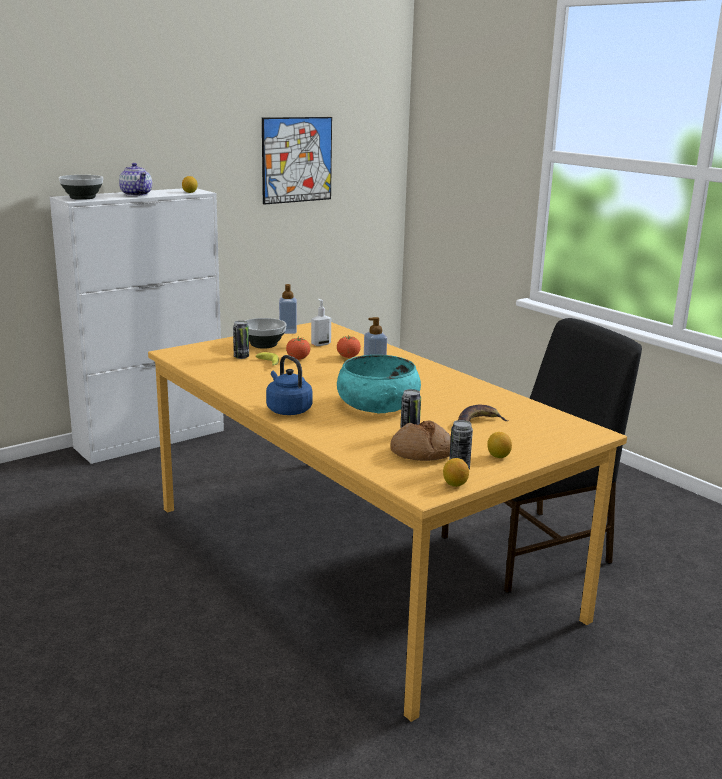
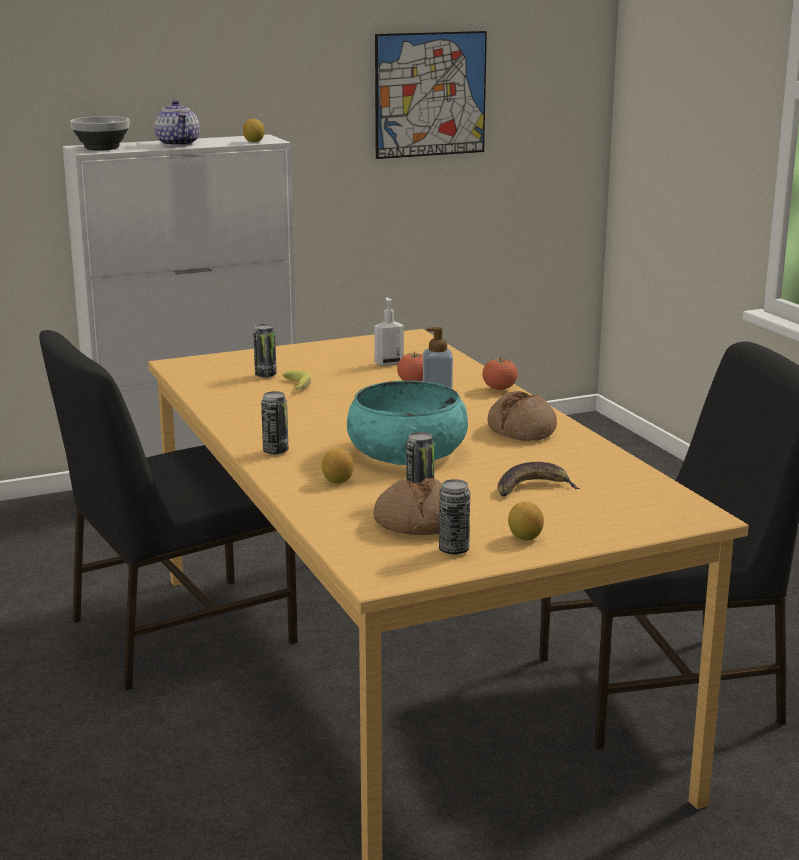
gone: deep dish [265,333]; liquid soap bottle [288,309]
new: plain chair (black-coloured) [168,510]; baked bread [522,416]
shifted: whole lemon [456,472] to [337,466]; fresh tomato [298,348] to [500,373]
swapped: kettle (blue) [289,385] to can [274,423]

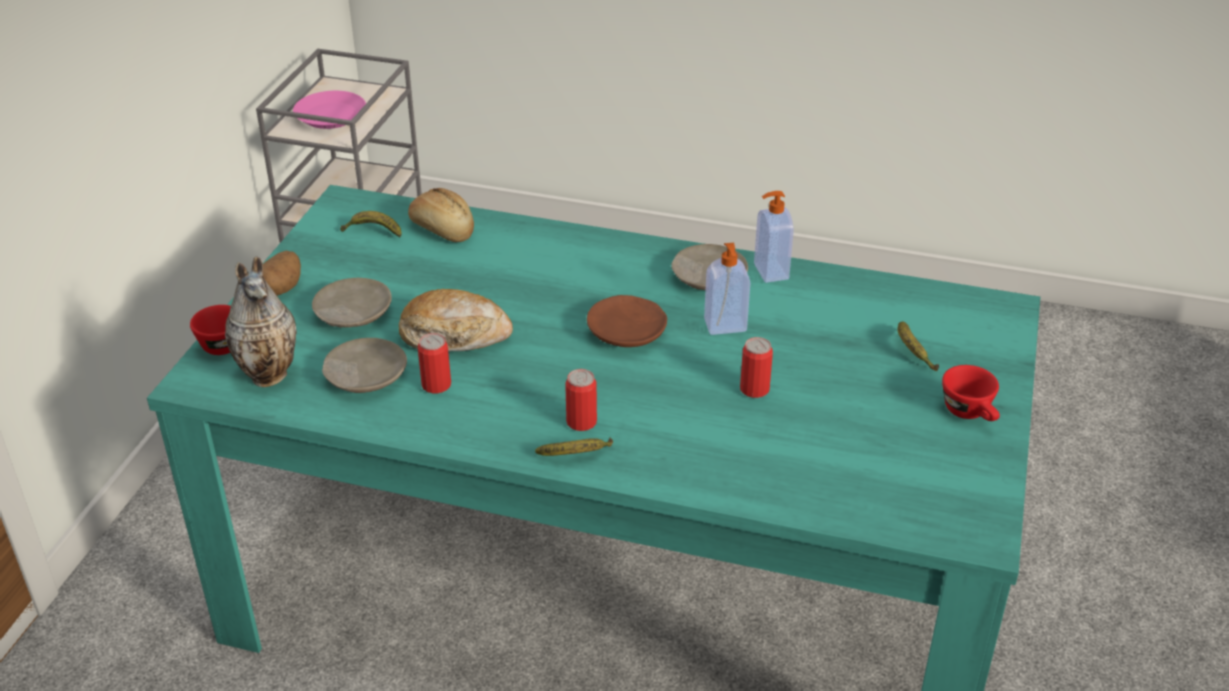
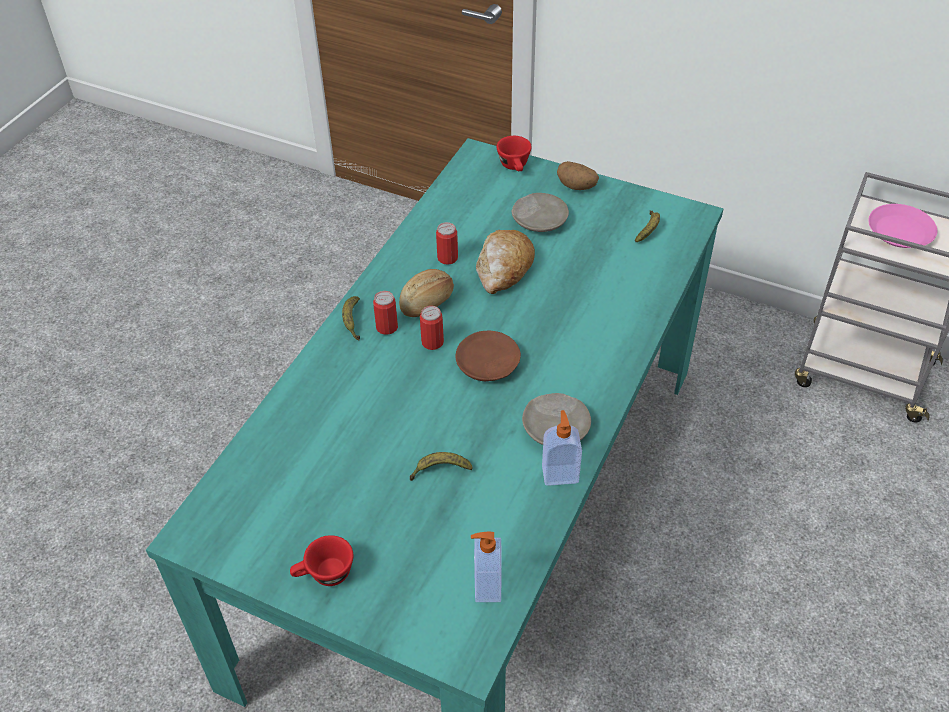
gone: vase [261,322]; plate (beige-coloured) [364,365]
shifted: baked bread [441,215] to [426,293]; whole banana [918,346] to [441,466]; can [756,367] to [432,328]; liquid soap bottle [727,289] to [486,567]

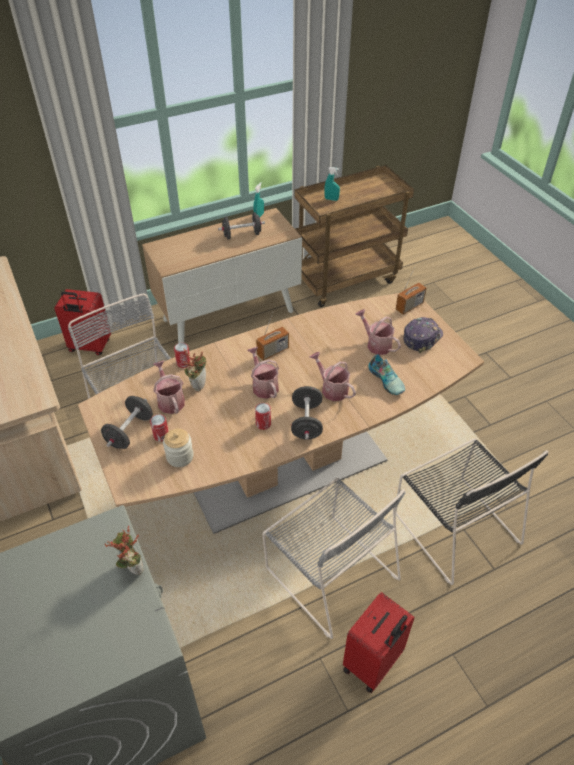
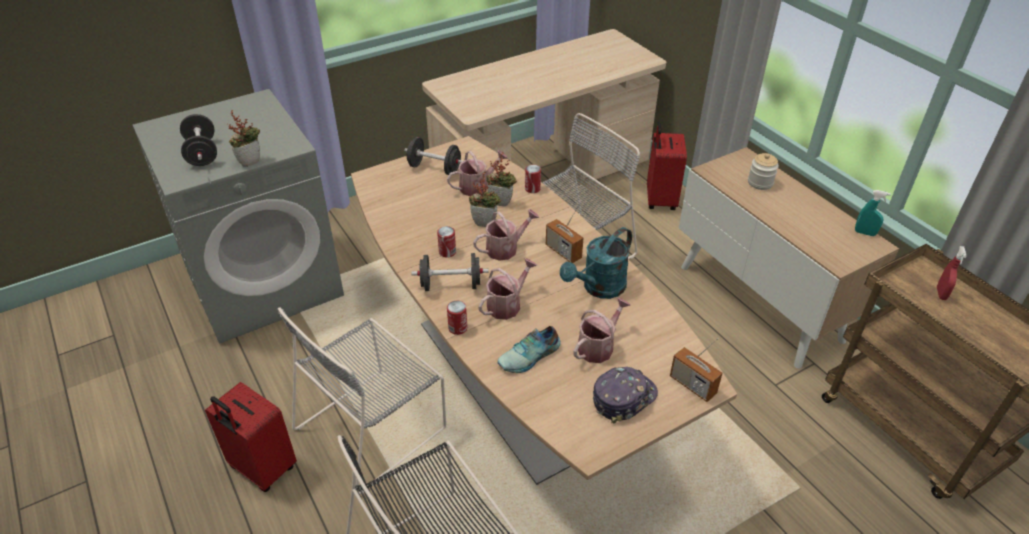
new: potted plant [485,199]; watering can (blue-green) [596,263]
shifted: dumbbell (black-coloured) [241,225] to [198,140]; can [159,428] to [457,318]; storage jar [178,448] to [763,171]
repainted: spray bottle (blue-green) [332,184] to spray bottle (red) [952,273]
rotated: cap [423,335] = [625,395] 75 degrees counterclockwise

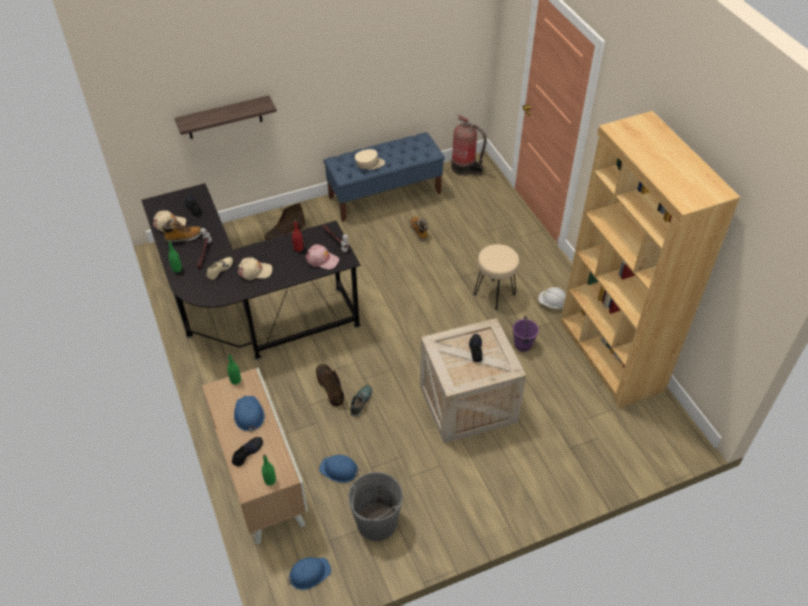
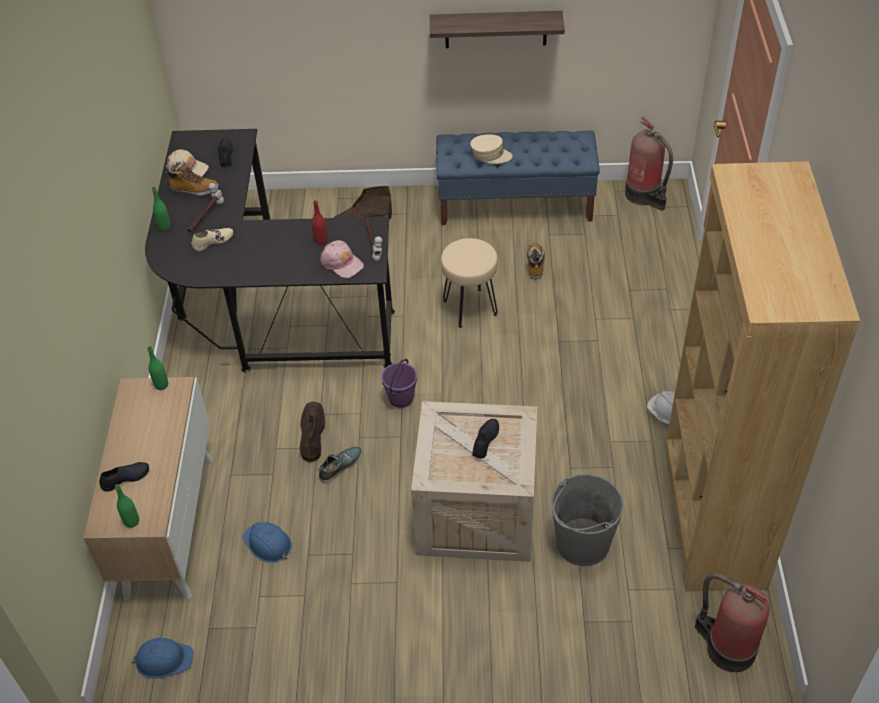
gone: hard hat (blue) [249,414]; cap (beige-coloured) [255,268]
new: fire-fighting cylinder [732,622]
shifted: pail (purplish) [526,334] to [399,383]; bracket shelf [225,117] to [497,29]; sitting stool (beige-coloured) [496,277] to [469,283]; pail (grey) [375,506] to [587,520]

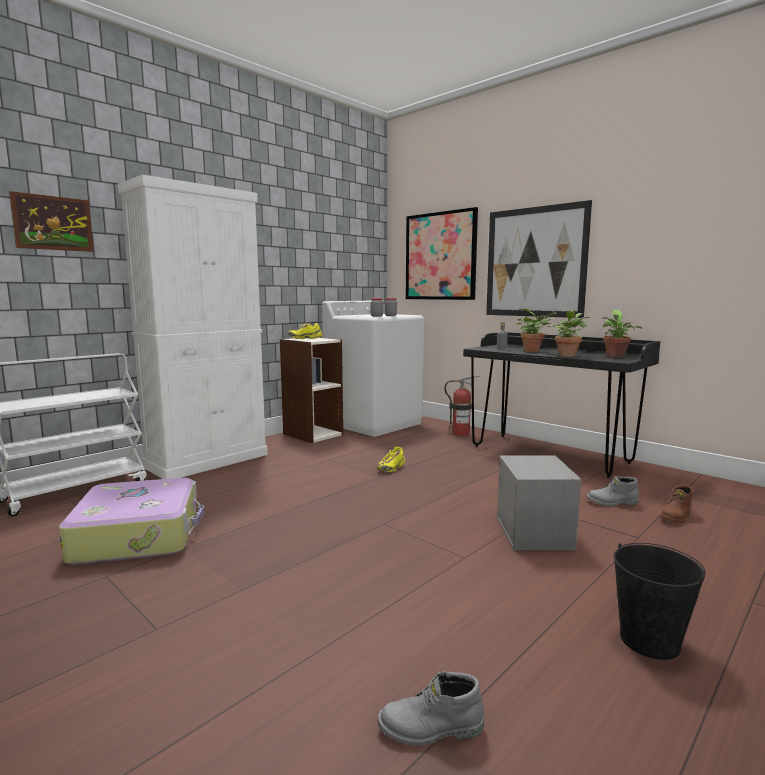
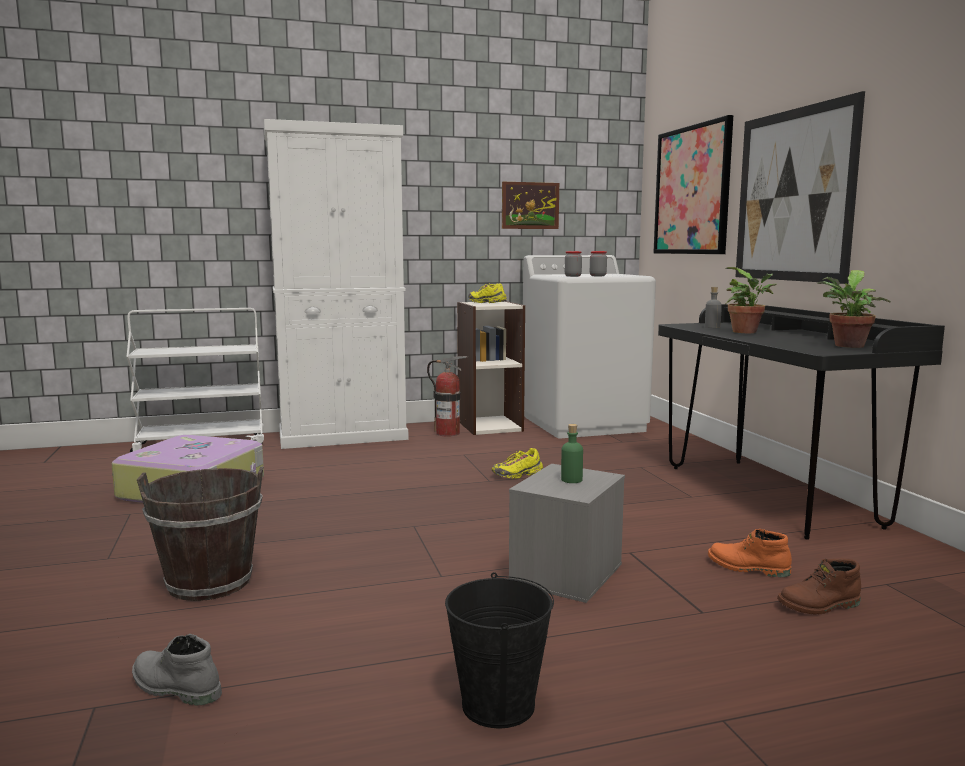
gone: potted plant [569,333]
new: pail (brown) [200,534]; drink bottle (green-coloured) [572,453]
shifted: fire-fighting cylinder [462,405] to [448,396]; picture [51,221] to [530,205]
repainted: tall boot (grey) [613,491] to tall boot (orange-coloured) [750,553]

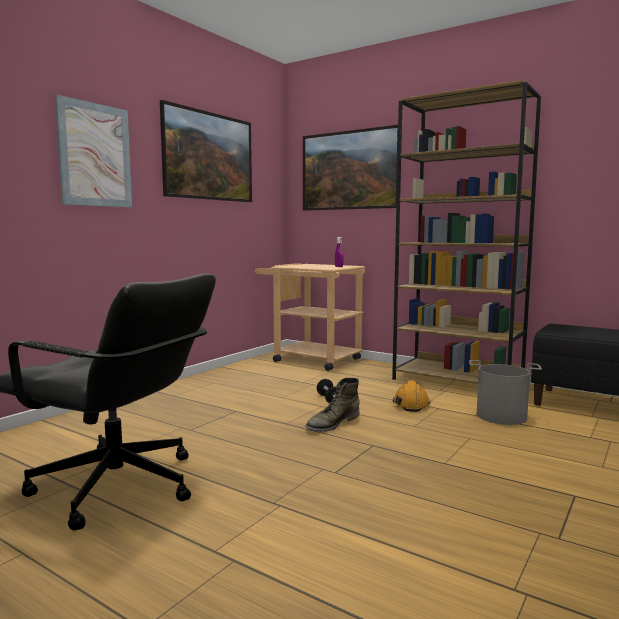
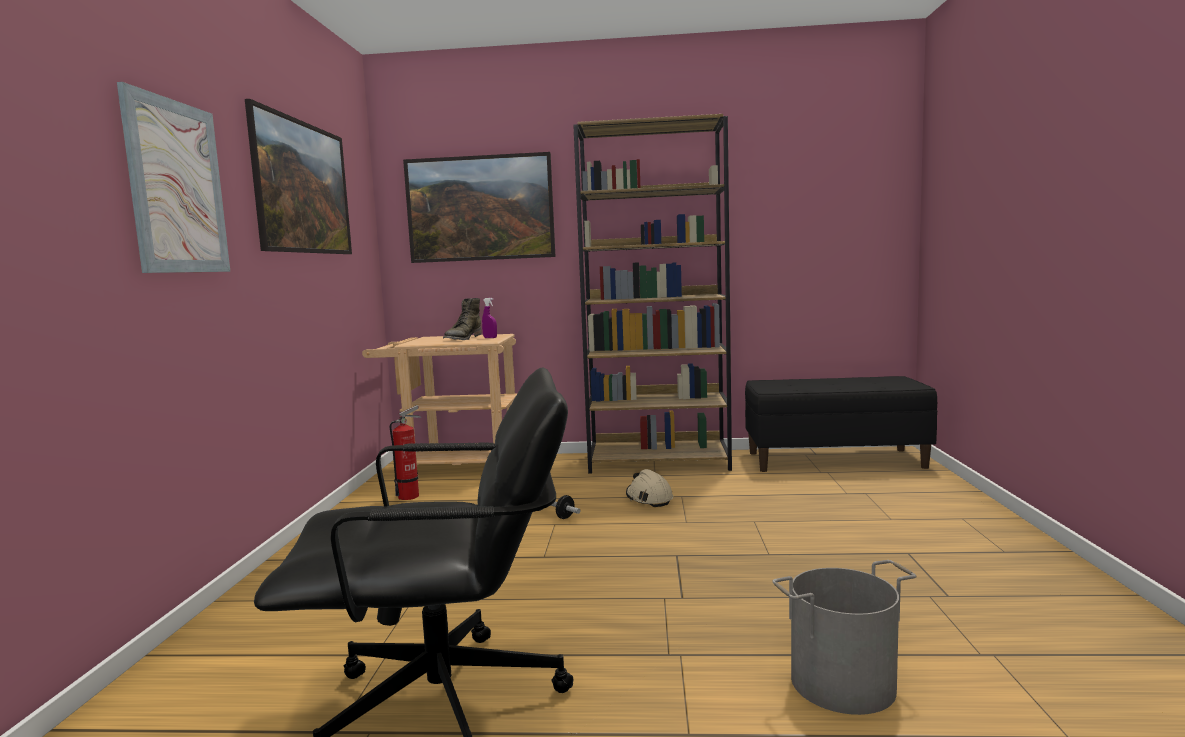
new: fire-fighting cylinder [405,452]
shifted: tall boot (green-coloured) [332,405] to [462,319]; pail (grey) [505,392] to [844,637]
repainted: hard hat (orange-coloured) [412,396] to hard hat (beige-coloured) [649,488]

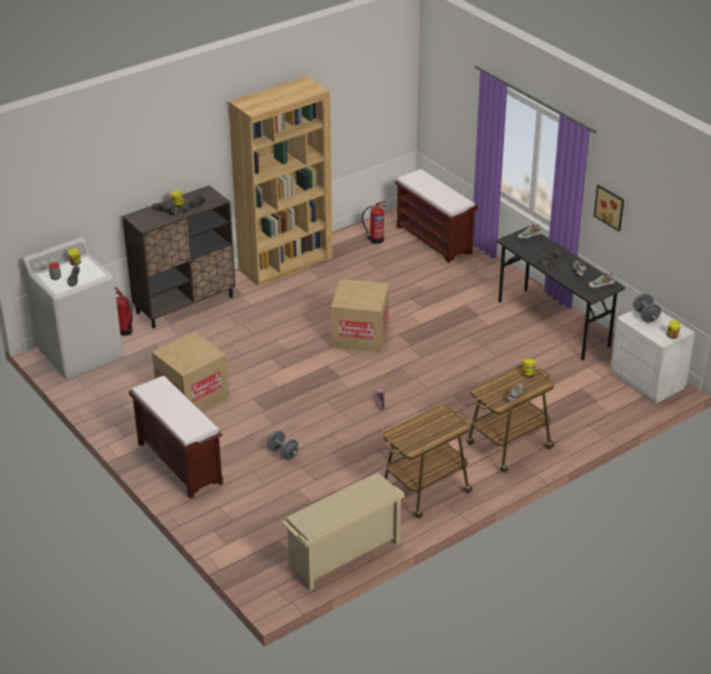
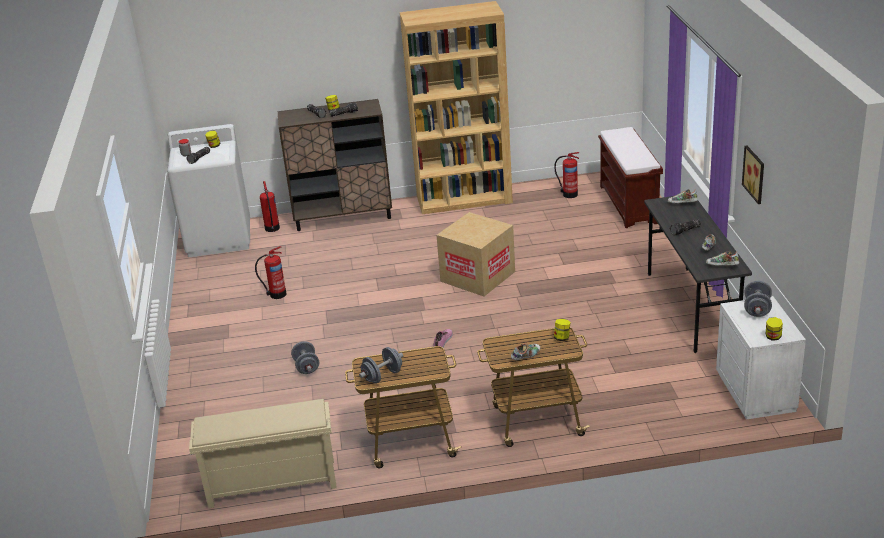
gone: indoor bench (brown) [176,437]
new: dumbbell (grey) [381,365]
swapped: cardboard box [190,371] to fire-fighting cylinder [270,272]

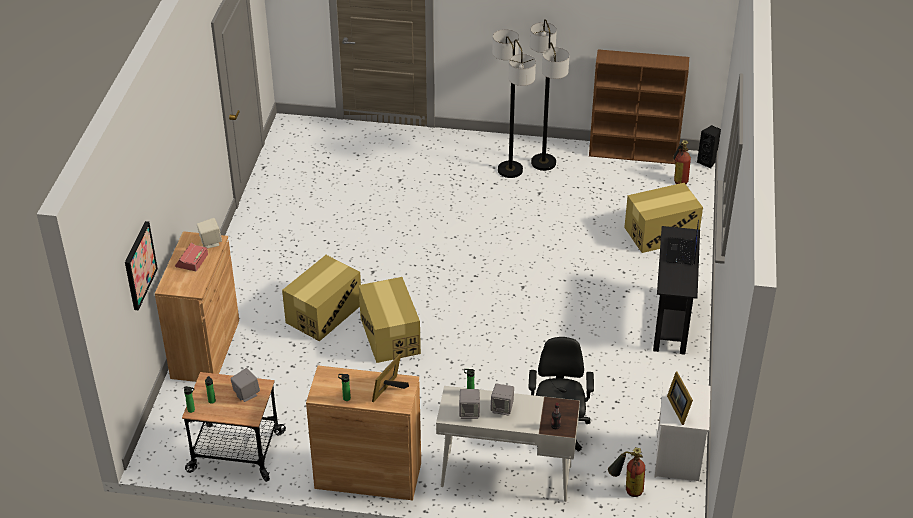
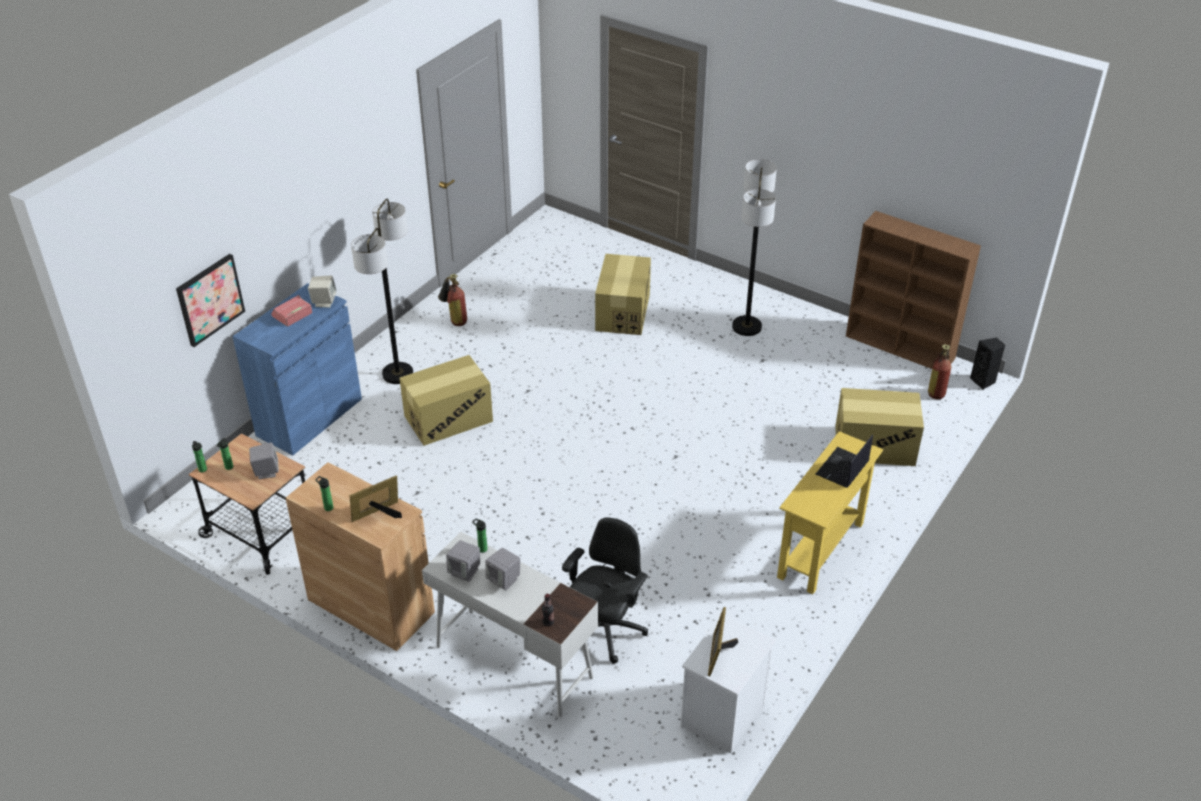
shifted: standard lamp [549,95] to [382,291]; fire-fighting cylinder [626,472] to [452,300]; cardboard box [390,320] to [623,294]
repainted: cabinet (brown) [197,306] to cabinet (blue) [297,369]; narrow table (black-coloured) [676,290] to narrow table (yellow) [830,512]

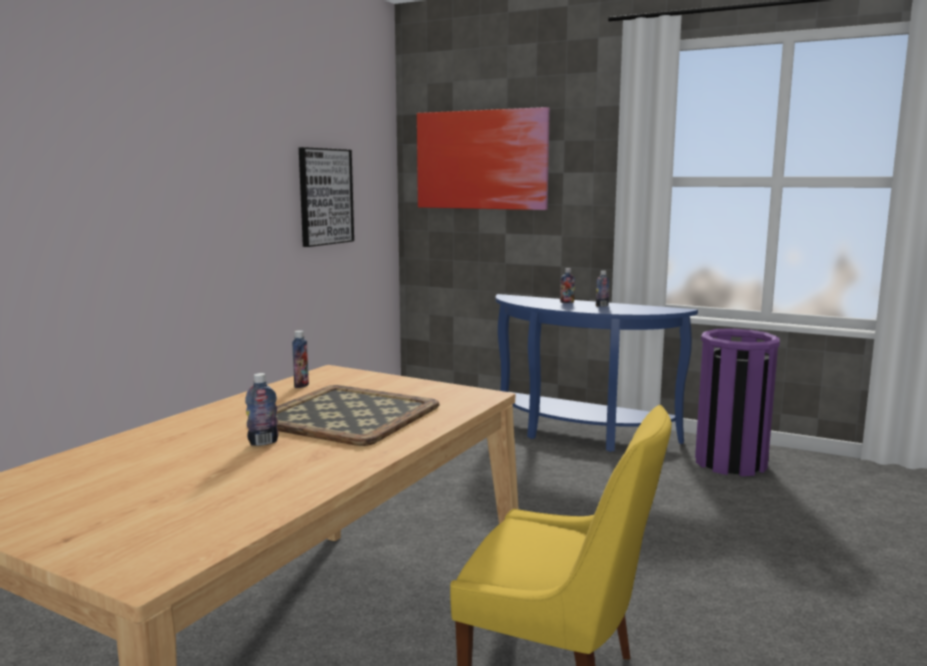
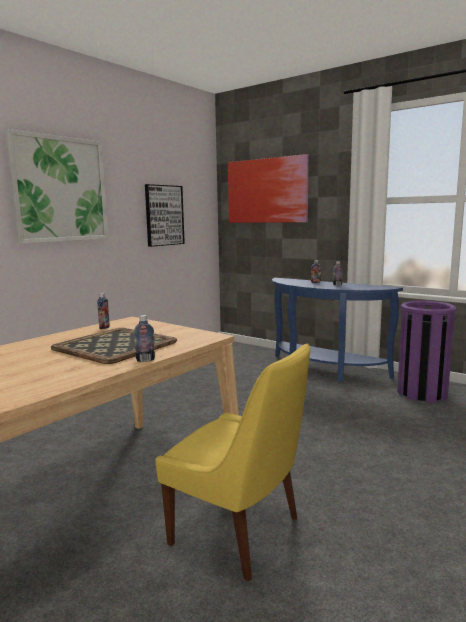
new: picture [56,186]
shifted: drink bottle [262,409] to [144,338]

